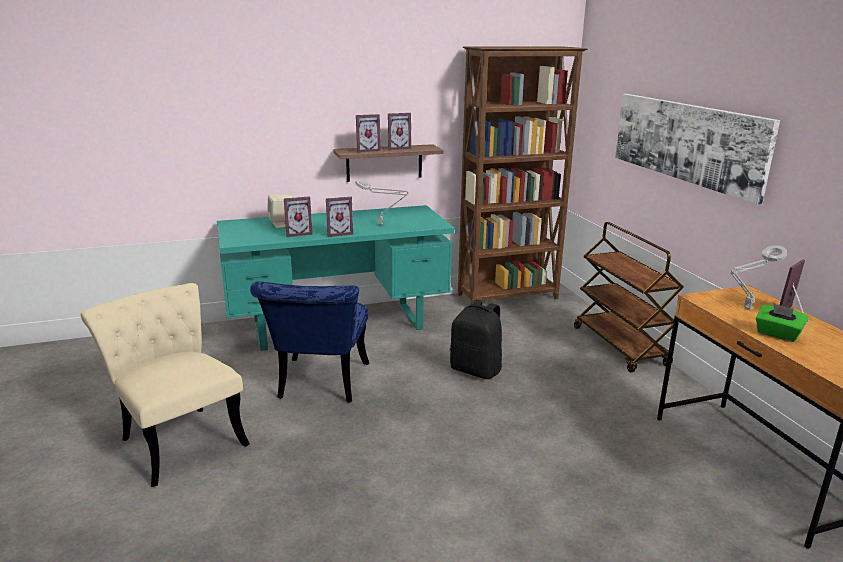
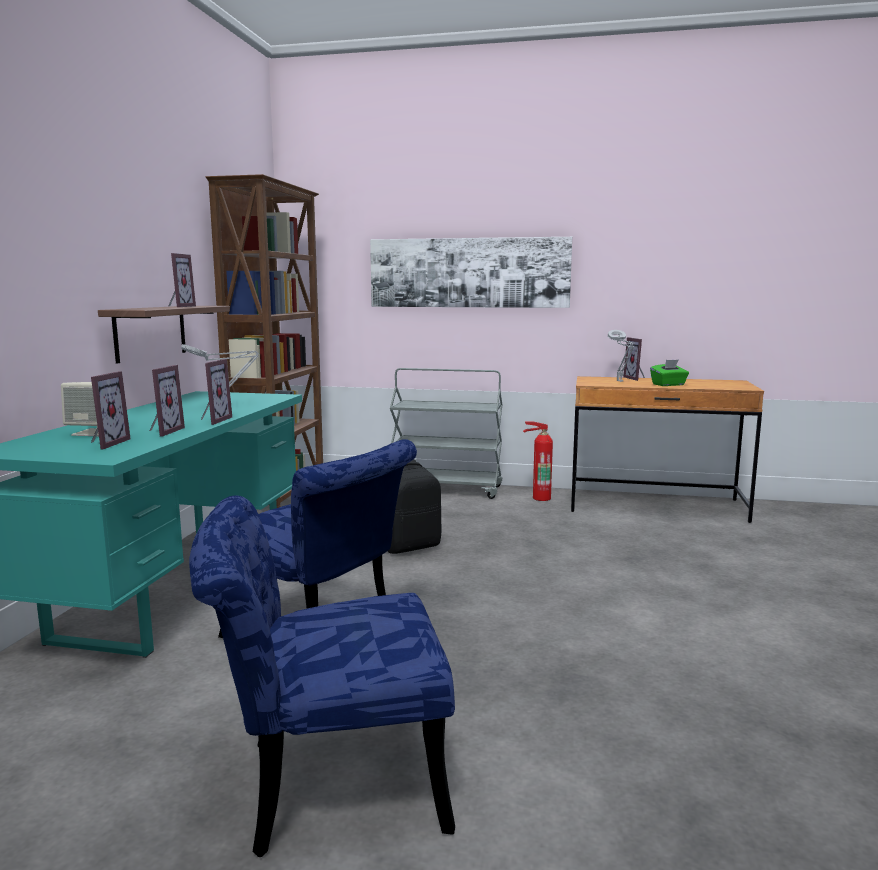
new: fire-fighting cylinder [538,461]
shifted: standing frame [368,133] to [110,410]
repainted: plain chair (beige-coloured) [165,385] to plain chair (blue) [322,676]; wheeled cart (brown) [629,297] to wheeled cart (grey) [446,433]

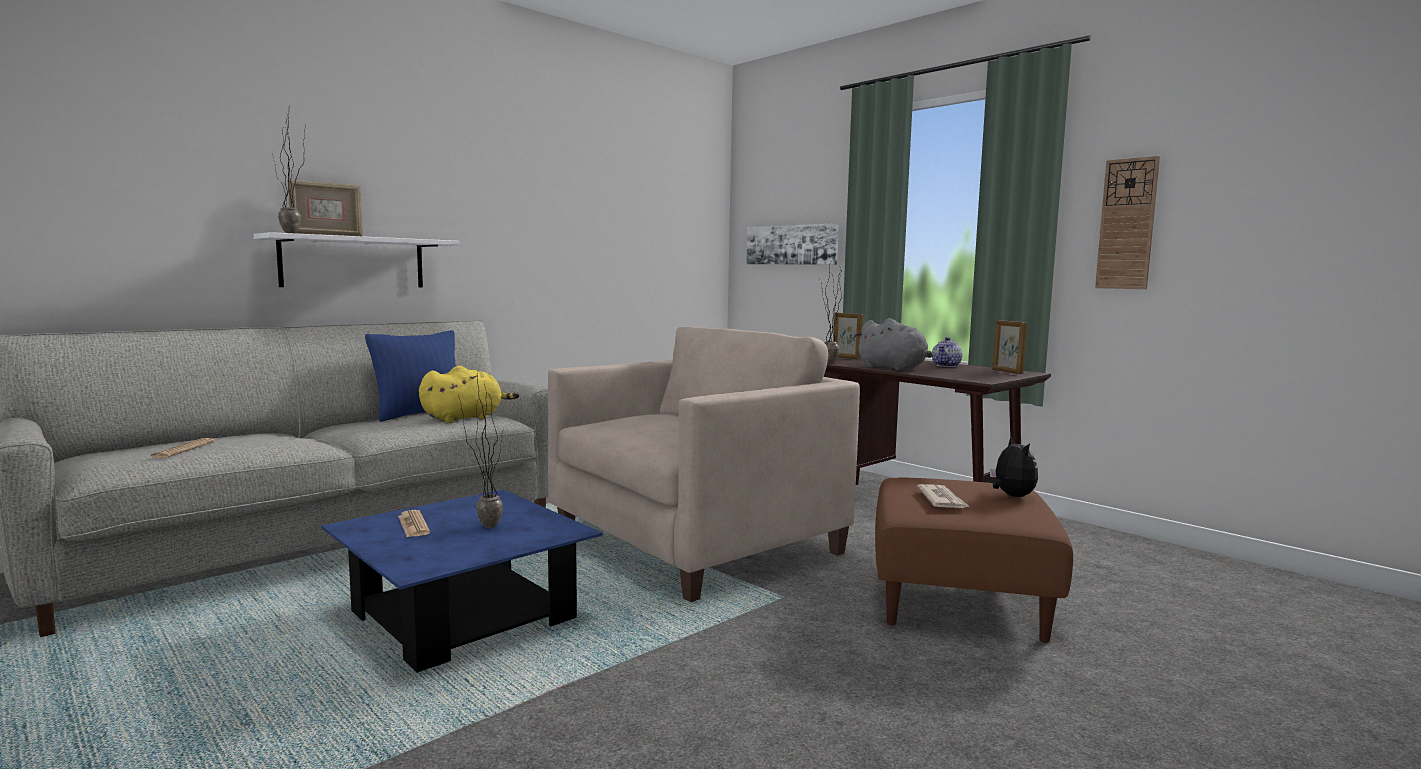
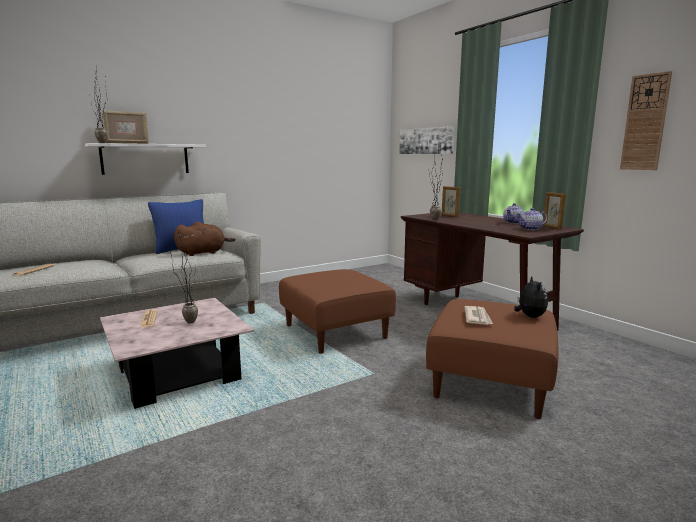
gone: plush toy (grey) [894,344]
new: teapot [532,219]
swapped: armchair (beige-coloured) [704,464] to pouffe (brown) [337,311]
repainted: low table (blue) [462,581] to low table (pink-coloured) [177,353]; plush toy (yellow) [469,394] to plush toy (brown) [205,239]

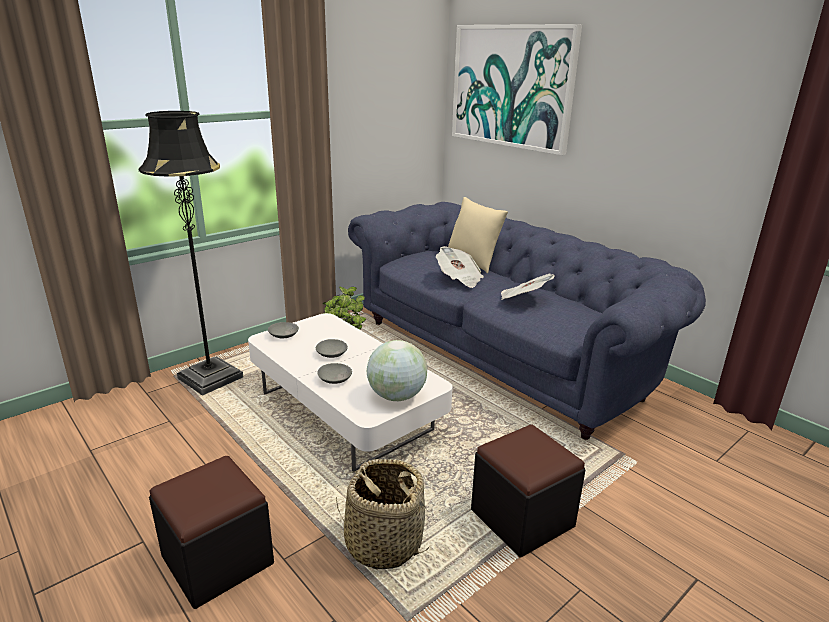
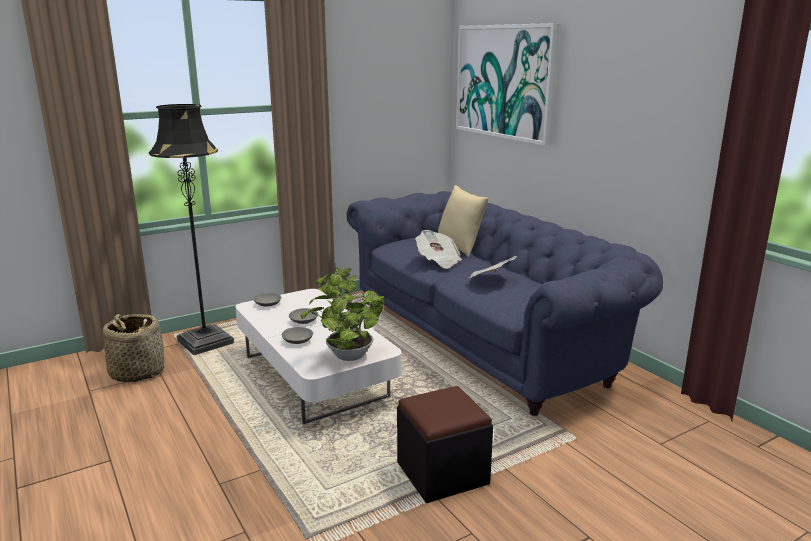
gone: pouffe (black-coloured) [211,532]
shifted: household basket [383,514] to [133,348]
swapped: world globe [397,370] to potted plant [343,325]

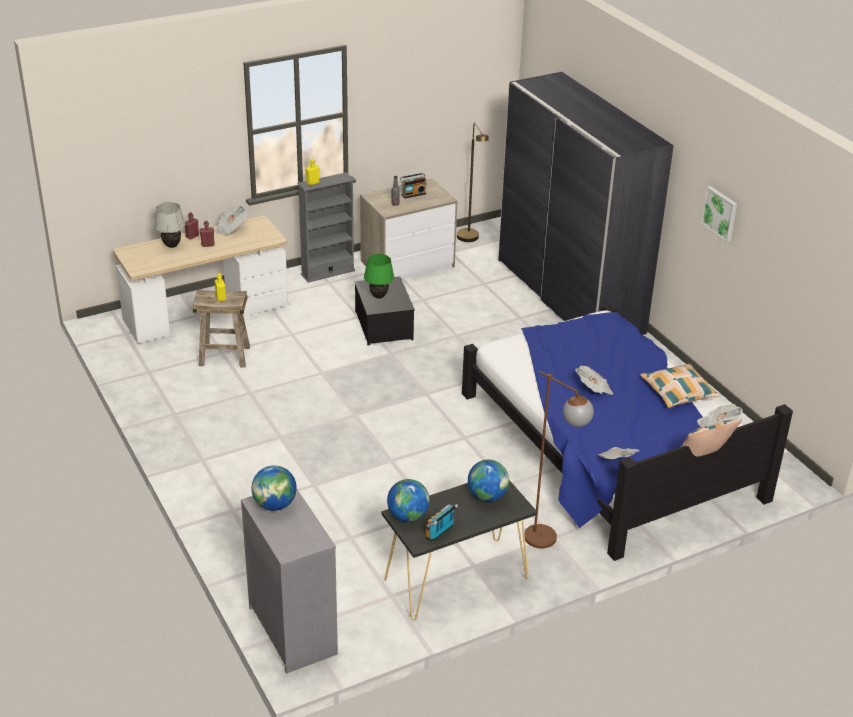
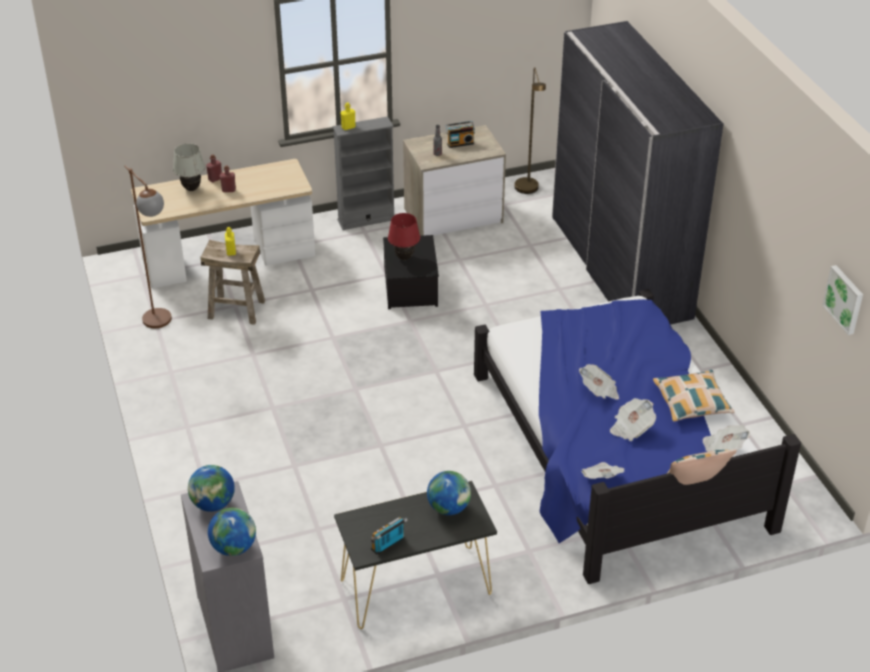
shifted: standard lamp (brown) [559,460] to [148,246]; world globe [408,500] to [232,532]; printed paper [231,221] to [633,419]; picture [719,214] to [842,300]
repainted: table lamp (green-coloured) [379,276] to table lamp (red) [404,236]

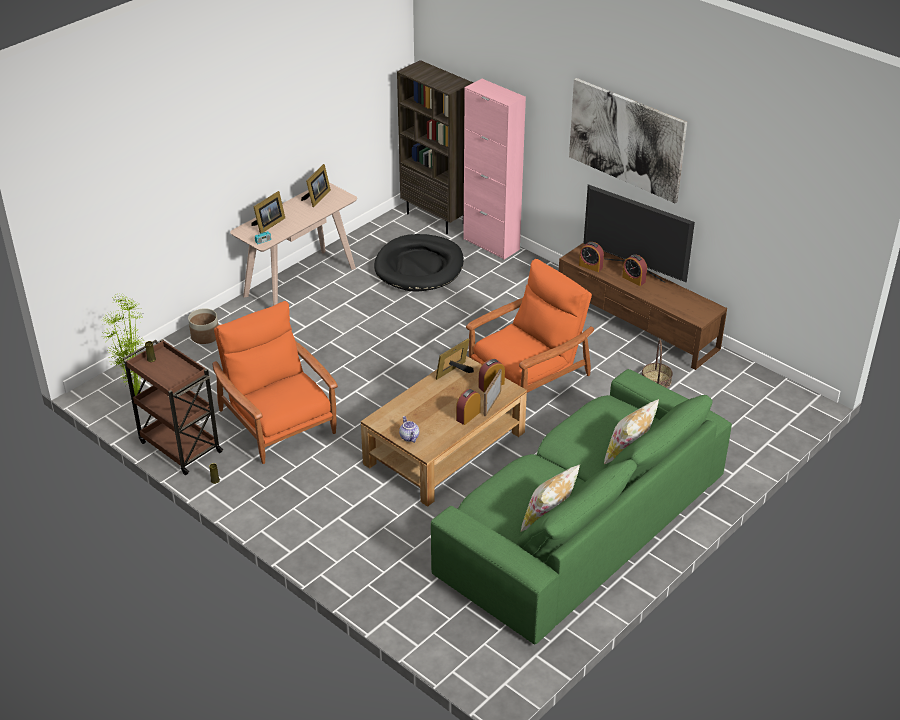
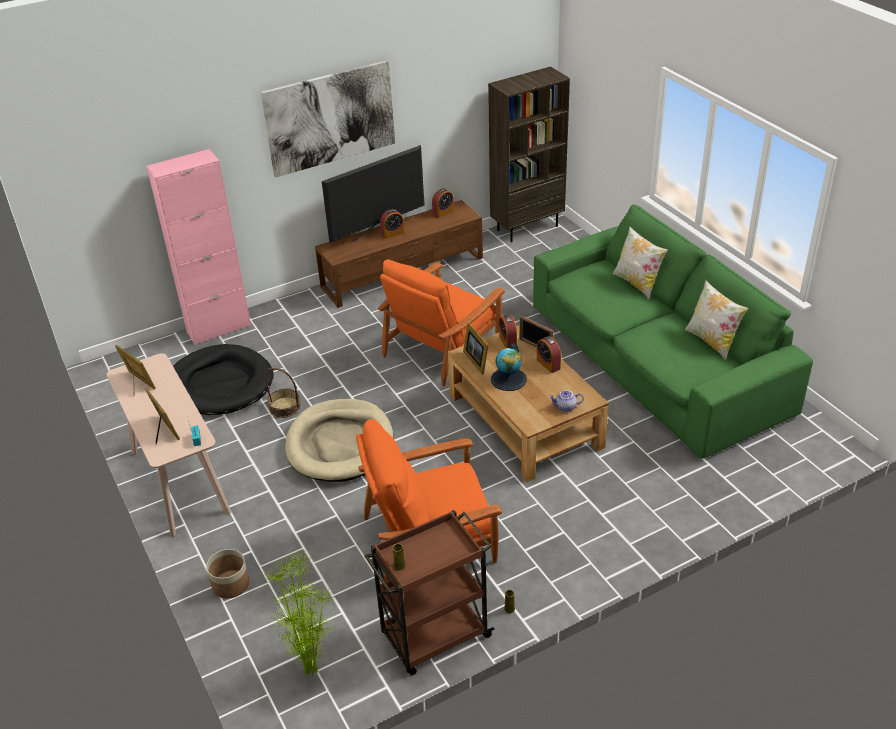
new: dog cushion (beige-coloured) [339,440]; world globe [509,367]
shifted: household basket [657,364] to [283,393]; bedside clock [591,257] to [443,203]; shelving unit (brown) [435,147] to [529,154]
rotated: armchair (orange-coloured) [530,326] = [441,323] 120 degrees counterclockwise

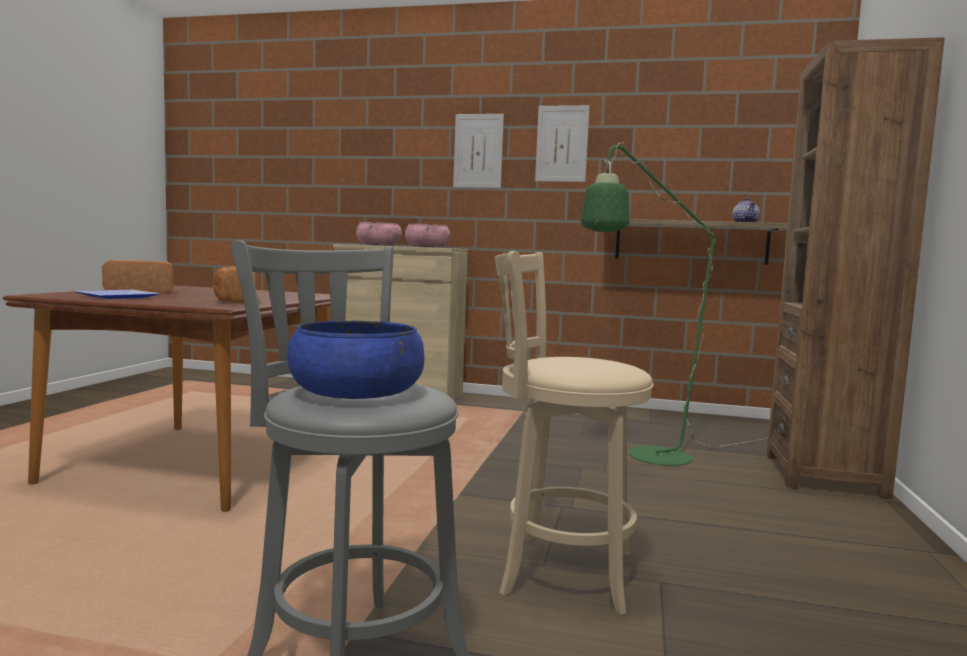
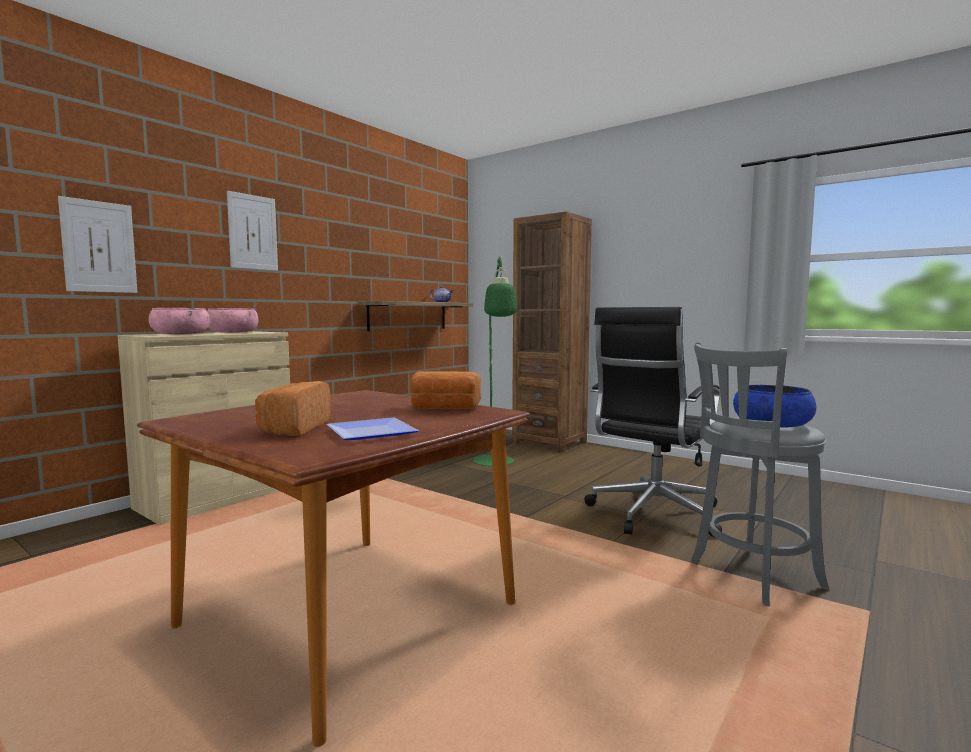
shifted: picture [562,143] to [98,244]
swapped: sitting stool (beige-coloured) [574,433] to computer chair (black-coloured) [653,422]

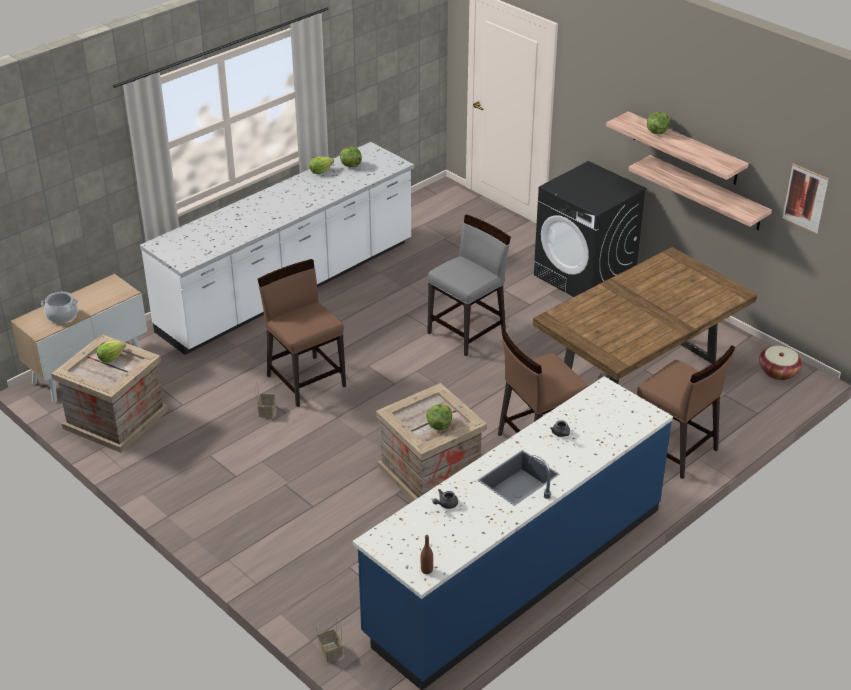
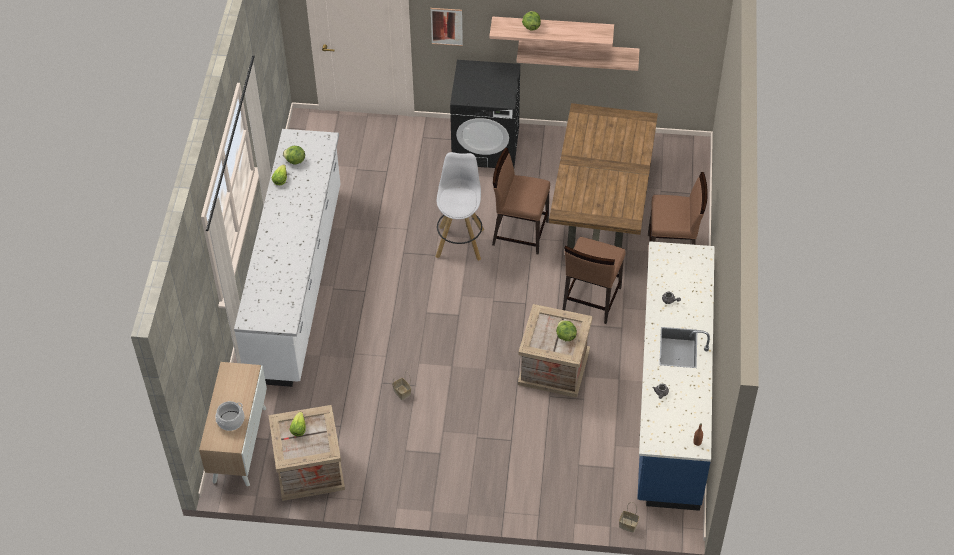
gone: household basket [780,363]
shifted: picture [805,199] to [446,27]; plain chair (brown) [302,333] to [521,201]
swapped: plain chair (grey) [469,285] to sitting stool (whitish) [459,206]

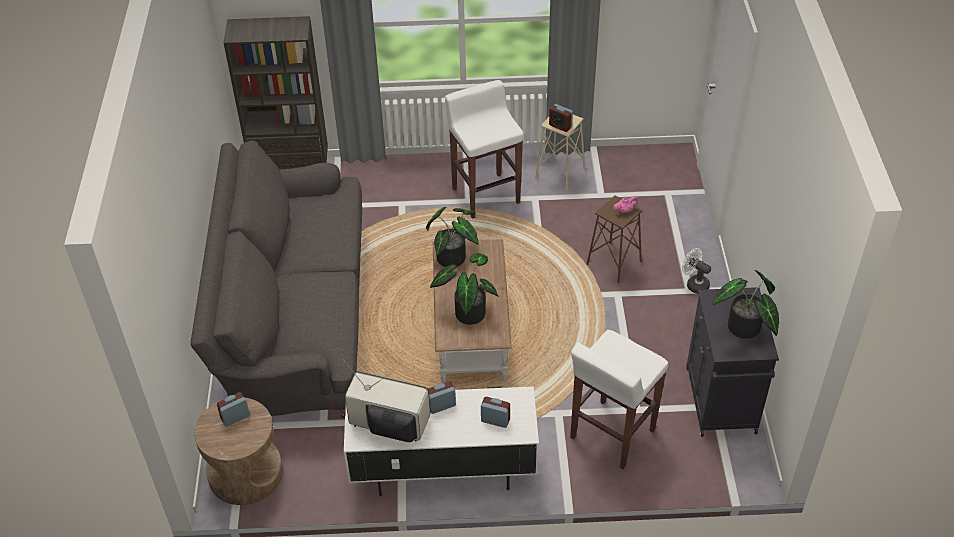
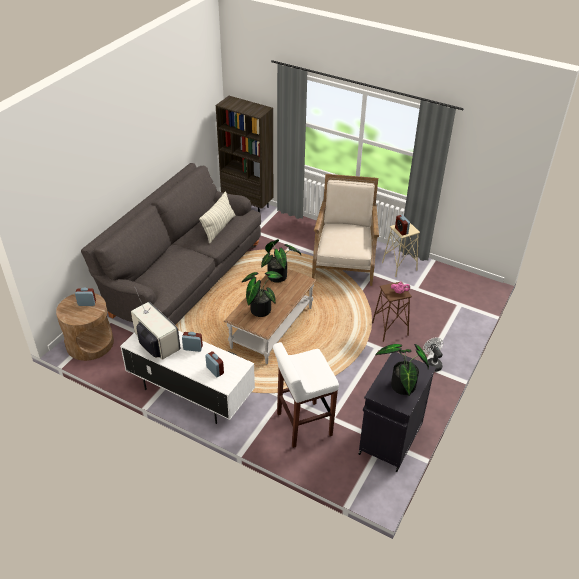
new: cushion [217,217]
swapped: sitting stool (whitish) [484,149] to armchair (beige-coloured) [345,230]

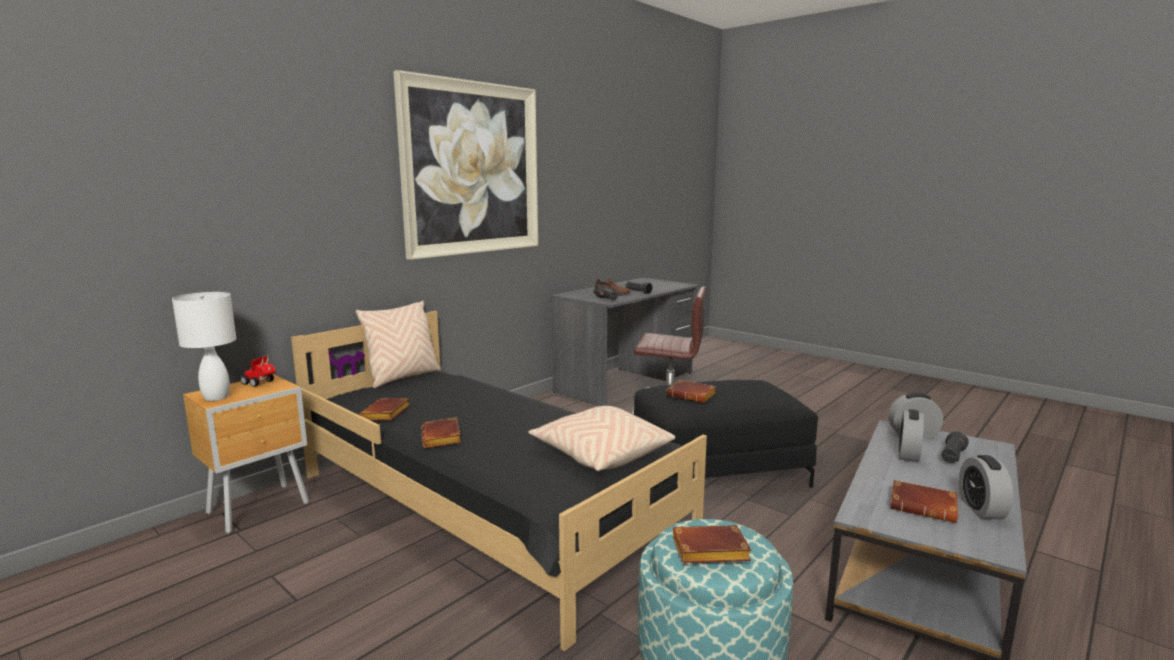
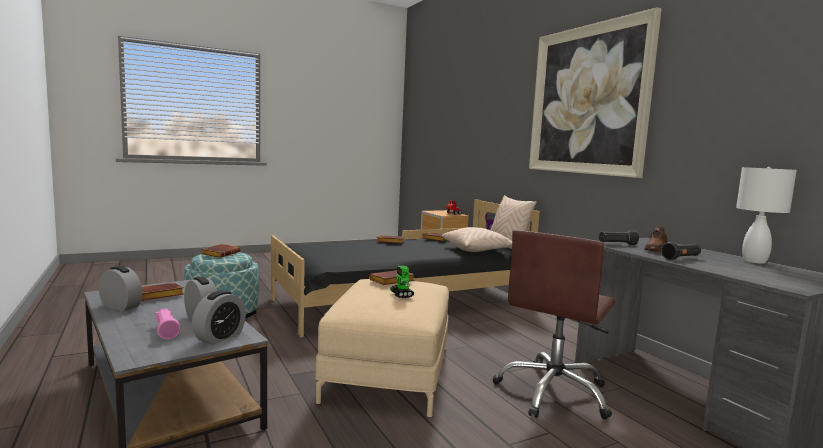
new: model robot [402,282]
shifted: cushion (beige-coloured) [601,438] to [476,239]; table lamp (whitish) [204,346] to [766,215]
repainted: torch (black-coloured) [955,447] to torch (pink-coloured) [167,324]; pouffe (black-coloured) [726,434] to pouffe (beige-coloured) [382,348]

